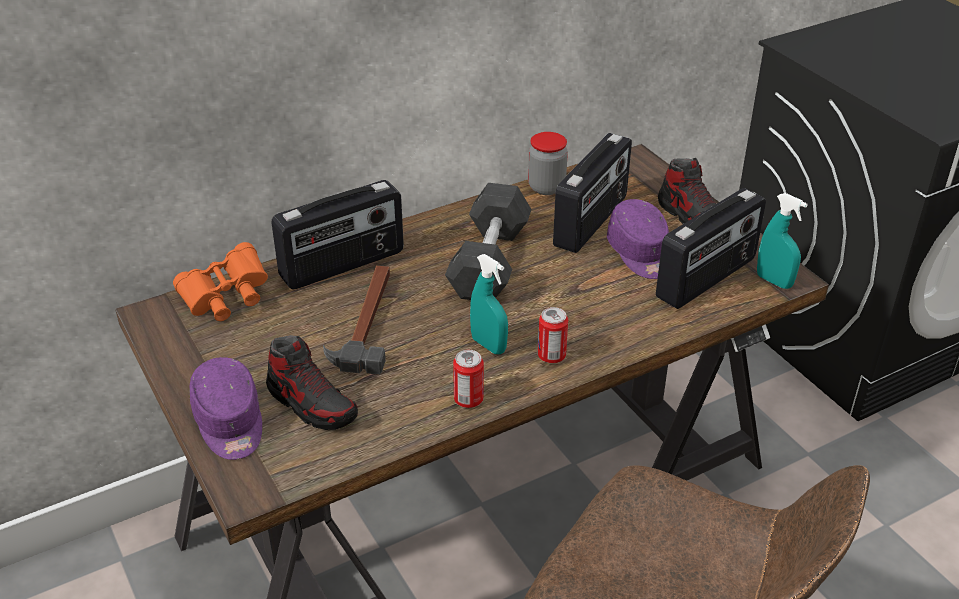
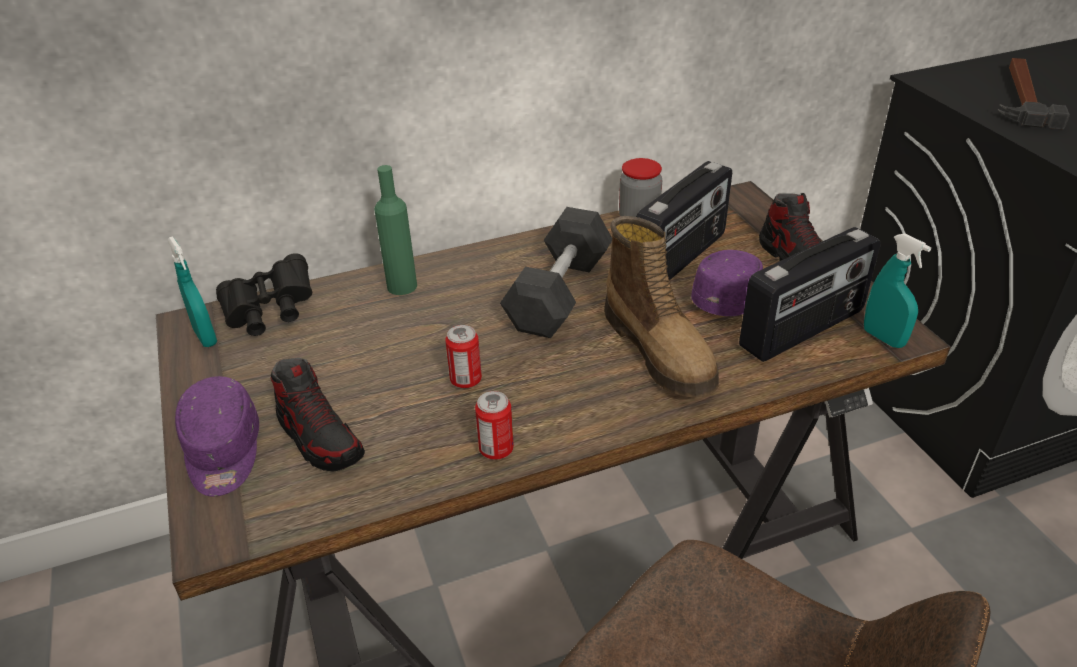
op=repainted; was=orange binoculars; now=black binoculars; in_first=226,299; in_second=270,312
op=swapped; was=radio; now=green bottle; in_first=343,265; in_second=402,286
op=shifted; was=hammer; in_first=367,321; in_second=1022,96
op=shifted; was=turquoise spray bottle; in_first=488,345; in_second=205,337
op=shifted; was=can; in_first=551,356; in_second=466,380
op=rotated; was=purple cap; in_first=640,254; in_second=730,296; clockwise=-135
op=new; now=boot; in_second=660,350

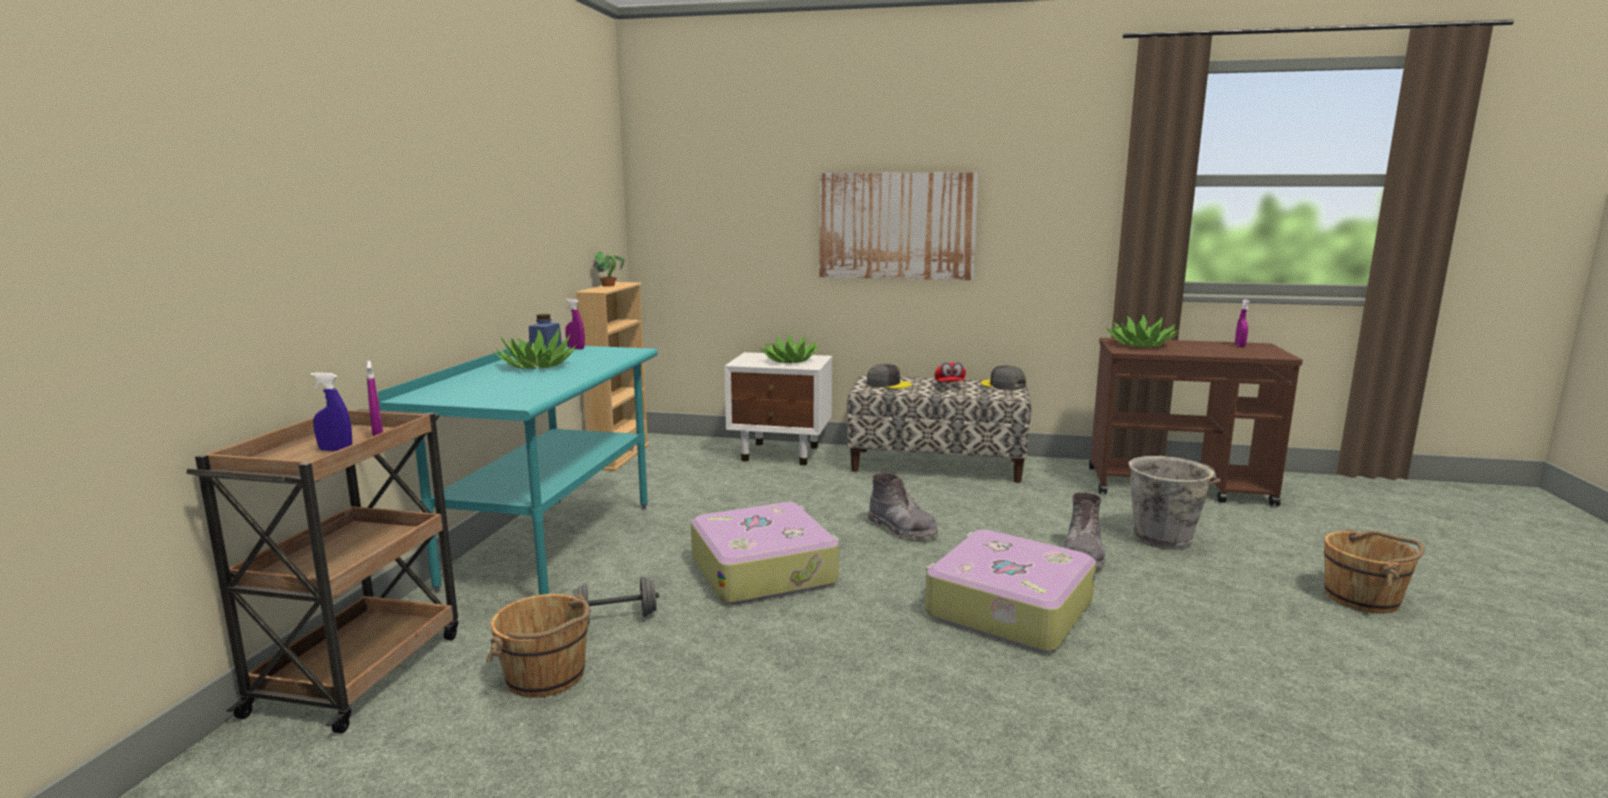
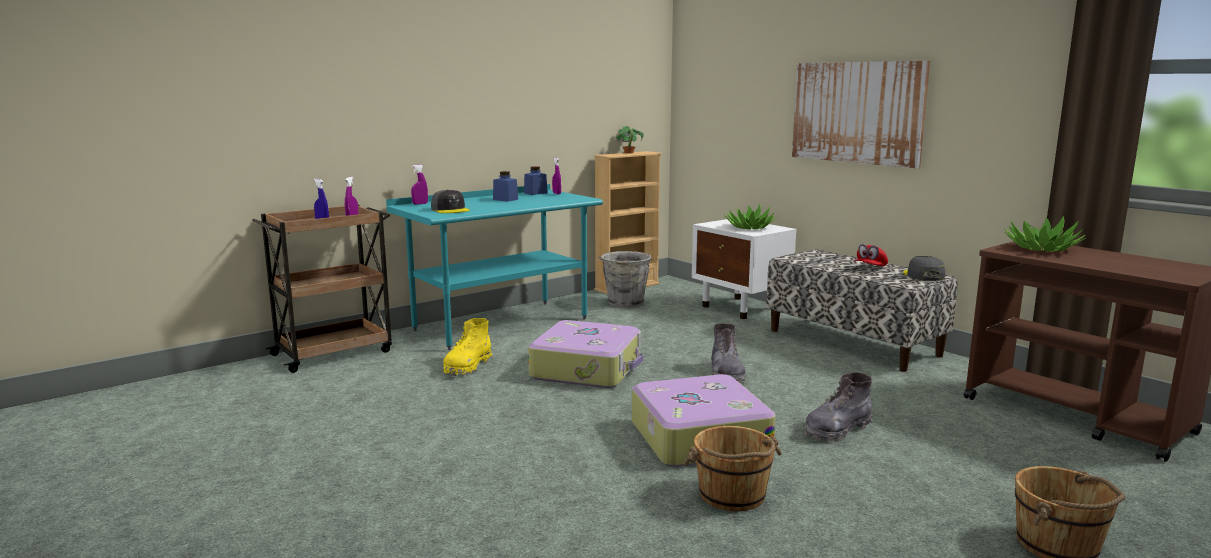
op=shifted; was=brown bucket; in_first=546,676; in_second=732,495
op=swapped; was=potted plant; now=blue jar; in_first=537,366; in_second=505,199
op=swapped; was=grey dumbbell; now=yellow boot; in_first=616,618; in_second=467,366
op=shifted; was=grey cap; in_first=888,384; in_second=450,210
op=shifted; was=grey bucket; in_first=1164,539; in_second=625,303
op=shifted; was=purple spray bottle; in_first=1240,345; in_second=420,204

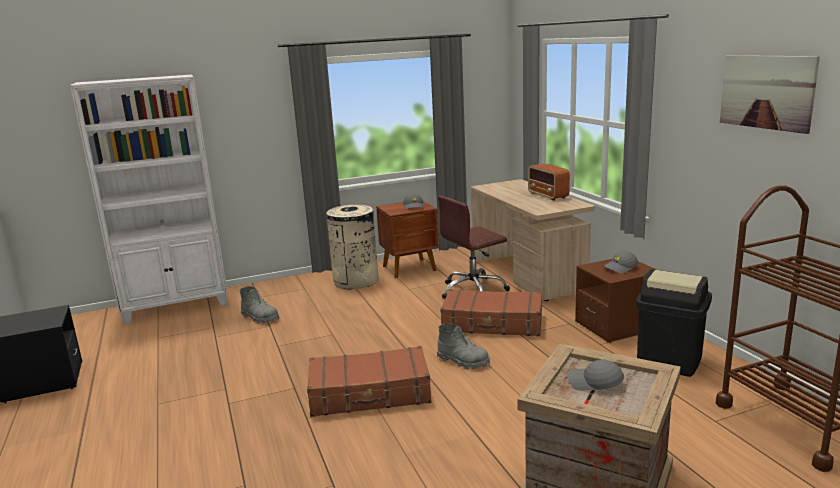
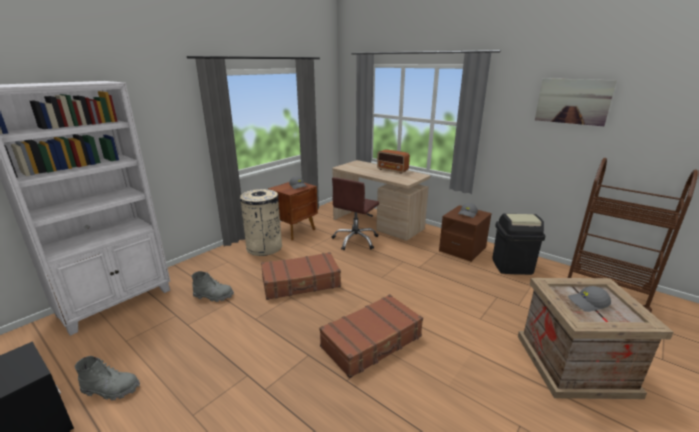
op=shifted; was=grey boot; in_first=463,361; in_second=111,389
op=shifted; was=brown suitcase; in_first=492,324; in_second=301,283

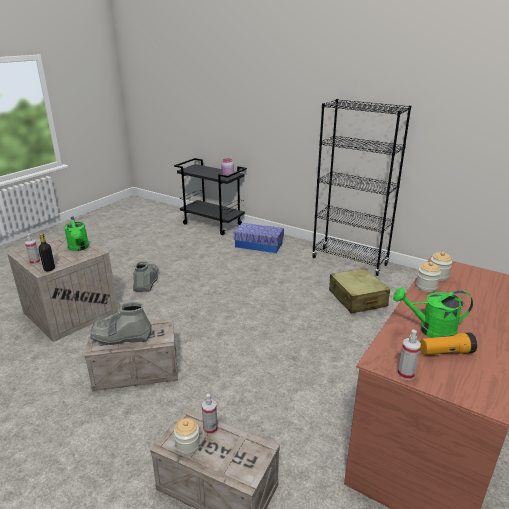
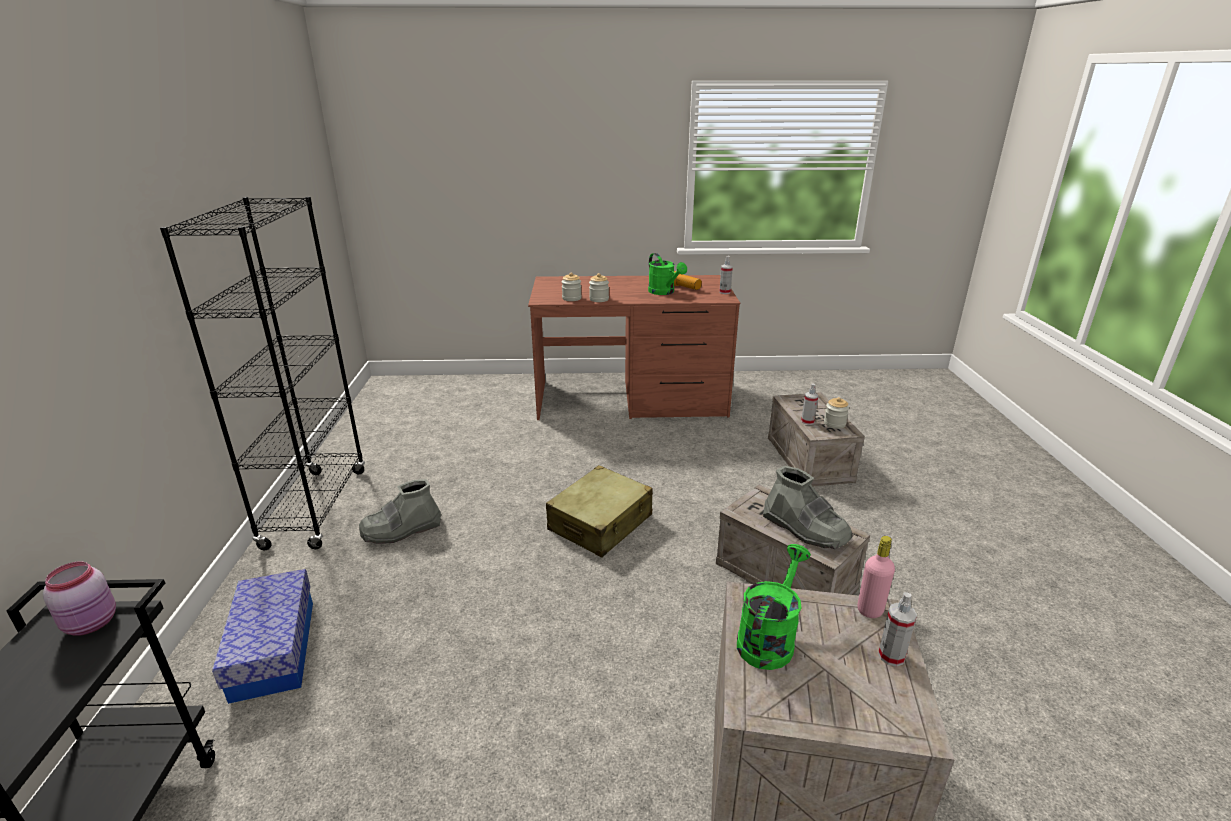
op=repainted; was=black bottle; now=pink bottle; in_first=49,269; in_second=870,610
op=shifted; was=grey boot; in_first=146,282; in_second=401,530
op=shifted; was=beige suitcase; in_first=357,299; in_second=601,523

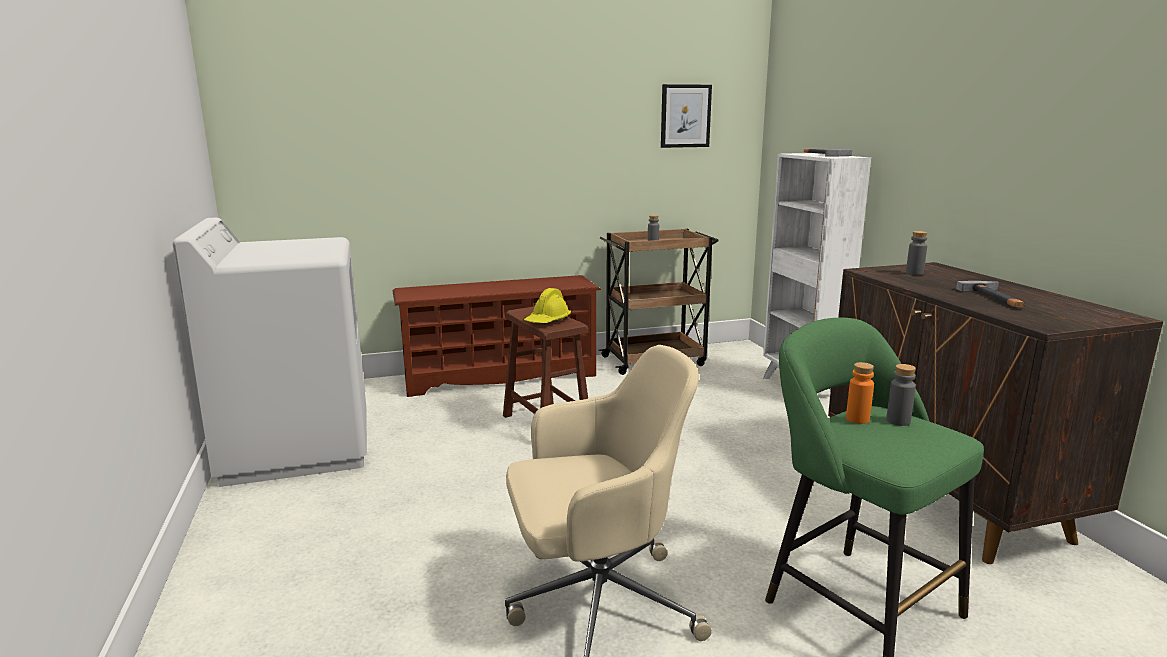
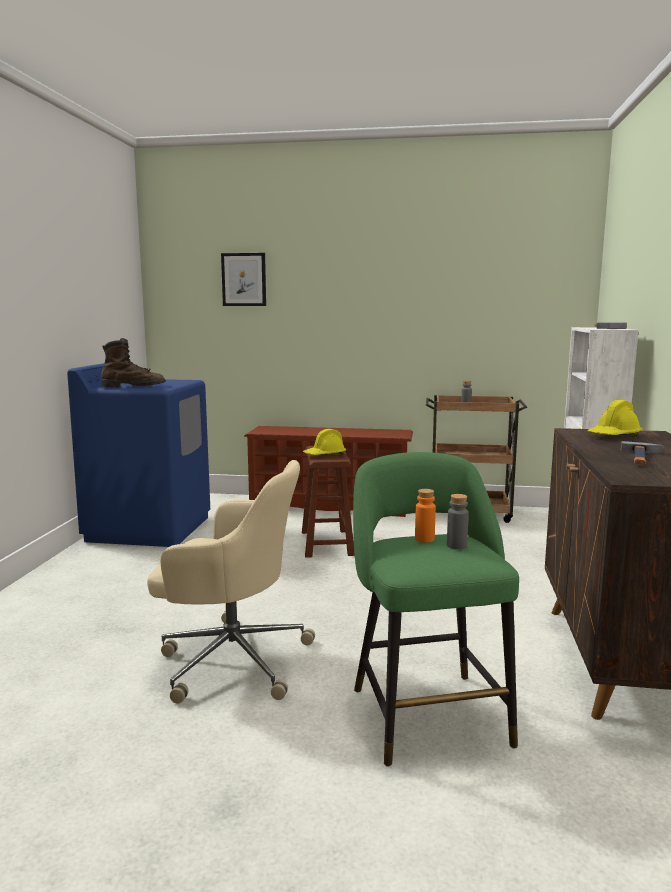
op=repainted; was=white washing machine; now=blue washing machine; in_first=297,447; in_second=149,528
op=shifted; was=picture; in_first=685,116; in_second=244,279
op=swapped; was=grey bottle; now=yellow hard hat; in_first=914,273; in_second=614,436
op=new; now=brown boot; in_second=133,387

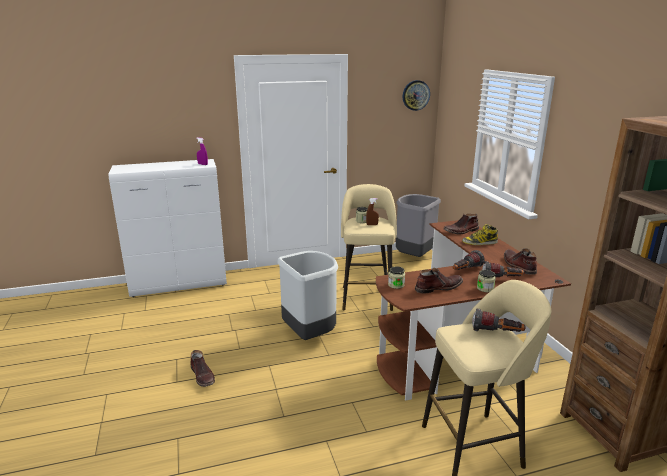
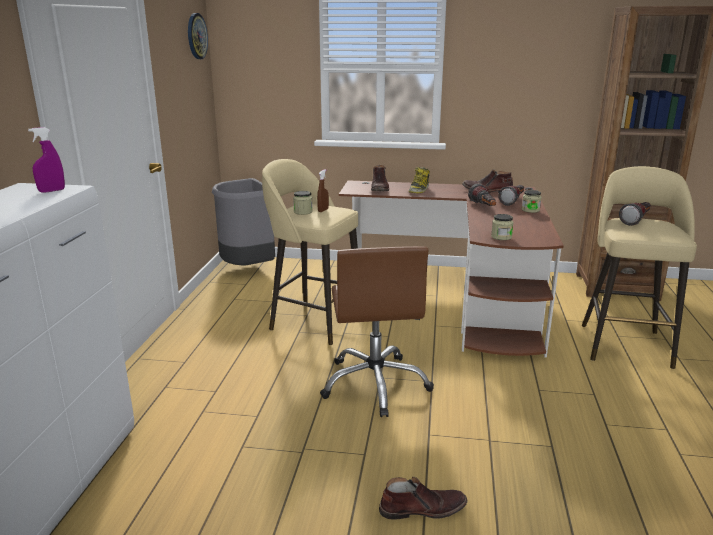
op=swapped; was=grey trash can; now=brown office chair; in_first=310,335; in_second=375,384
op=gone; was=brown boot; in_first=438,287

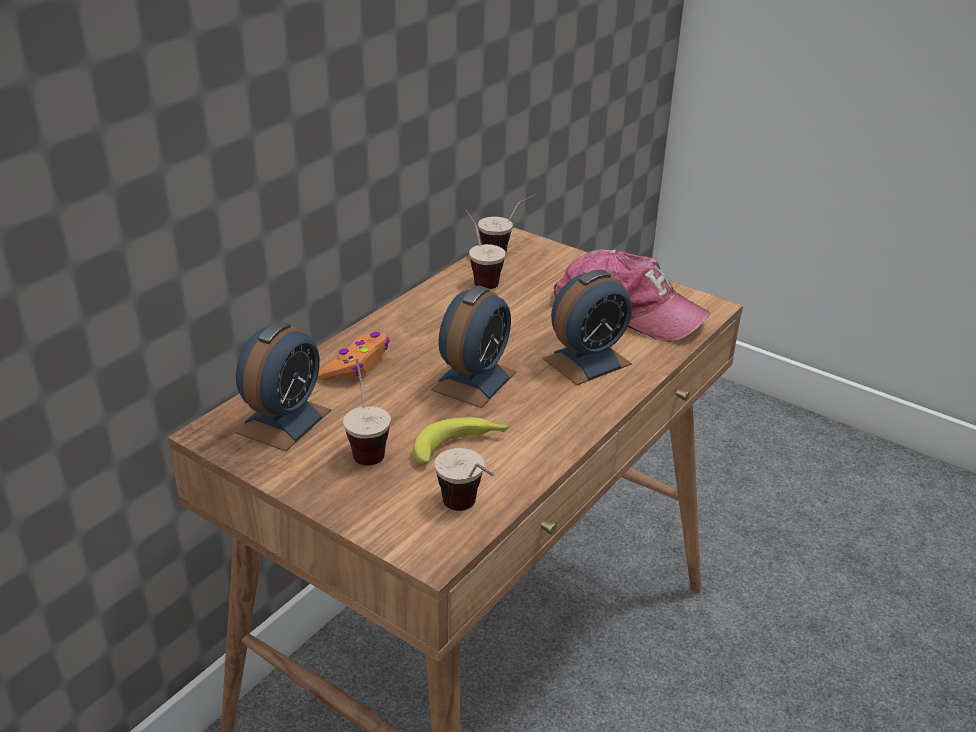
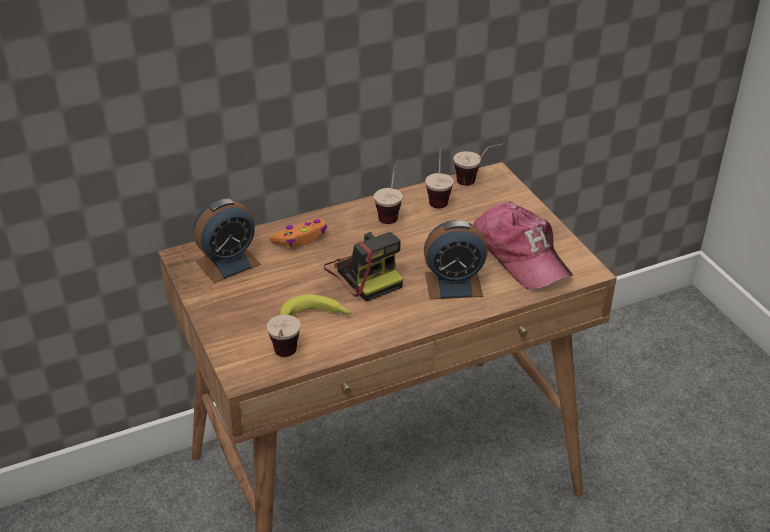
op=shifted; was=cup; in_first=366,445; in_second=391,212
op=swapped; was=alarm clock; now=photo camera; in_first=474,381; in_second=365,274

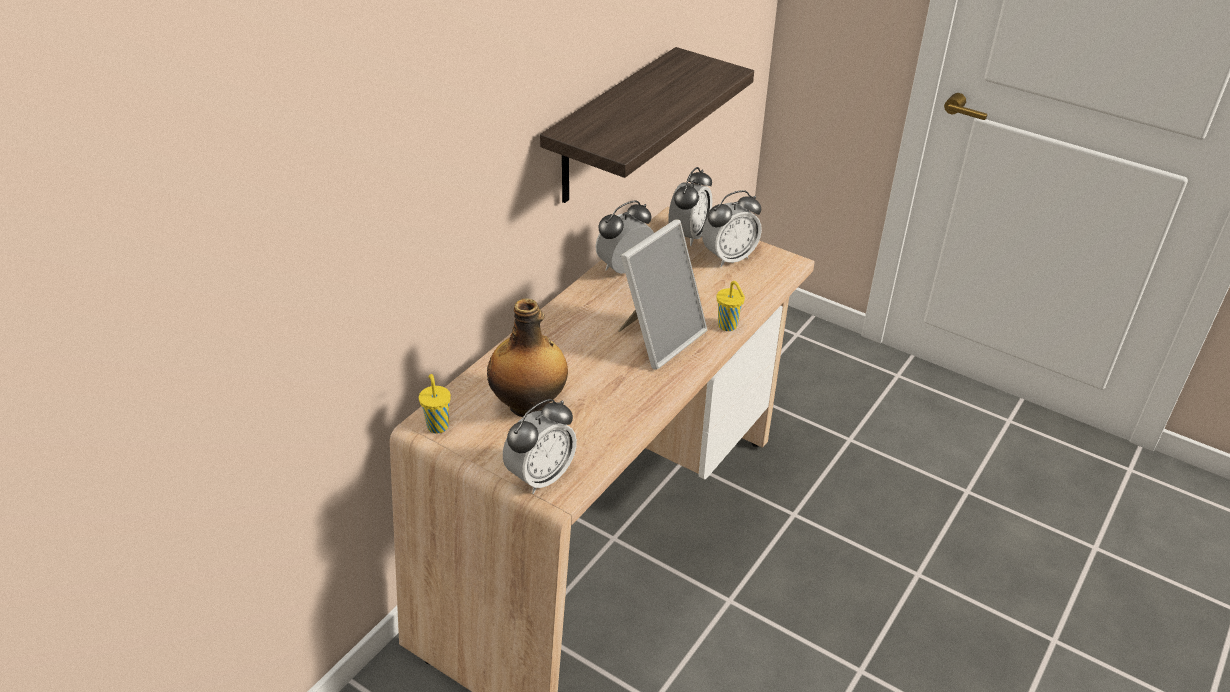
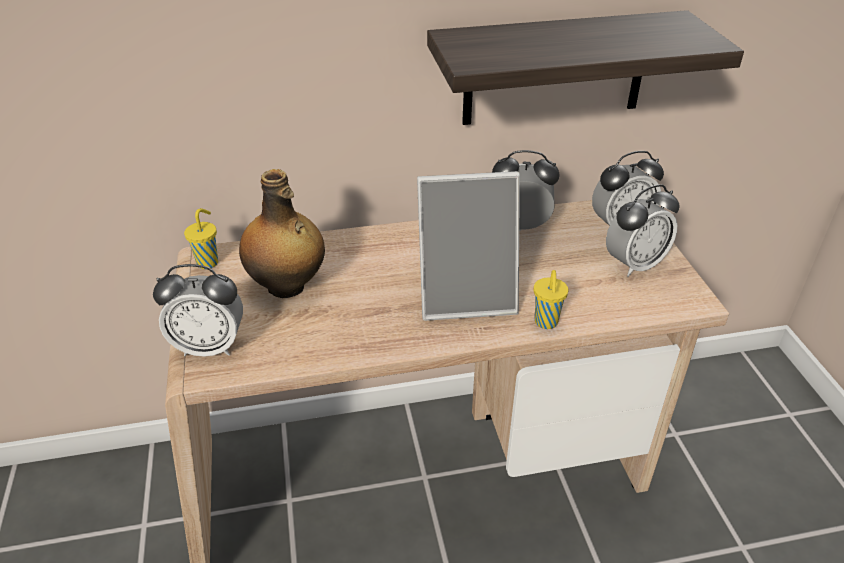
op=rotated; was=alarm clock; in_first=729,258; in_second=634,264; clockwise=-45

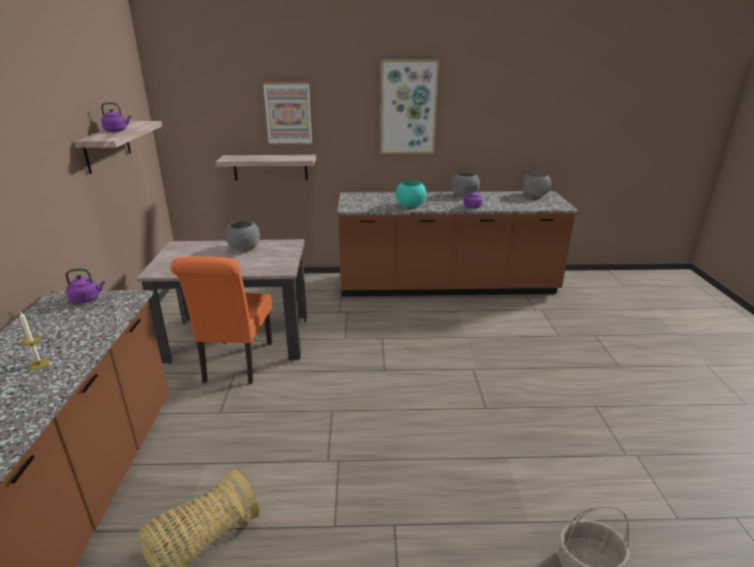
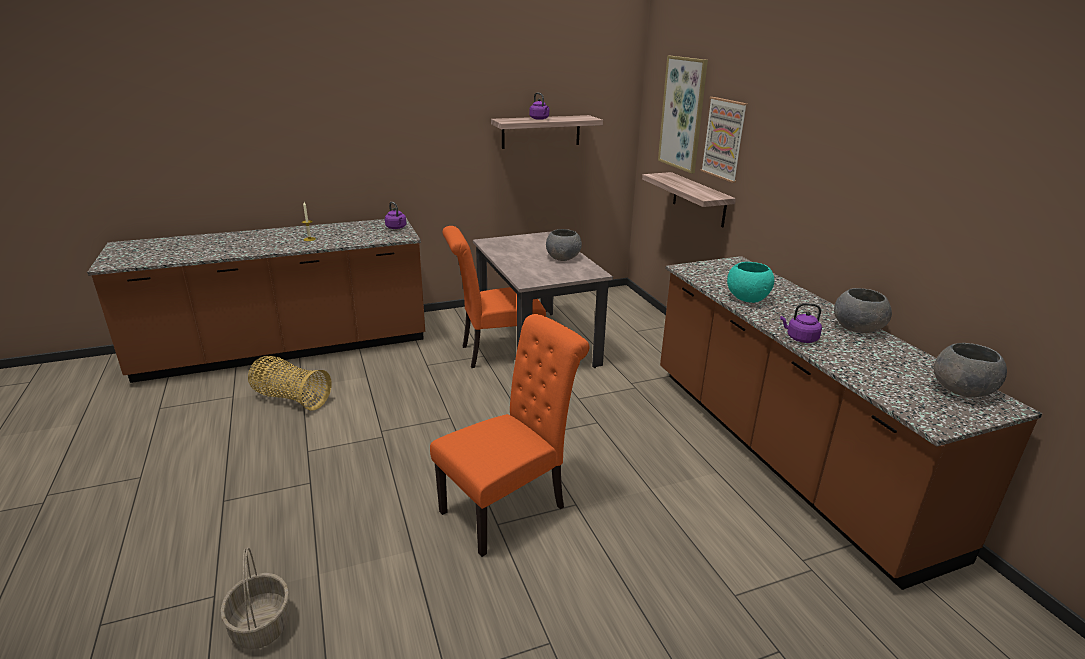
op=shifted; was=picture; in_first=408,108; in_second=683,114
op=new; now=orange chair; in_second=510,507

